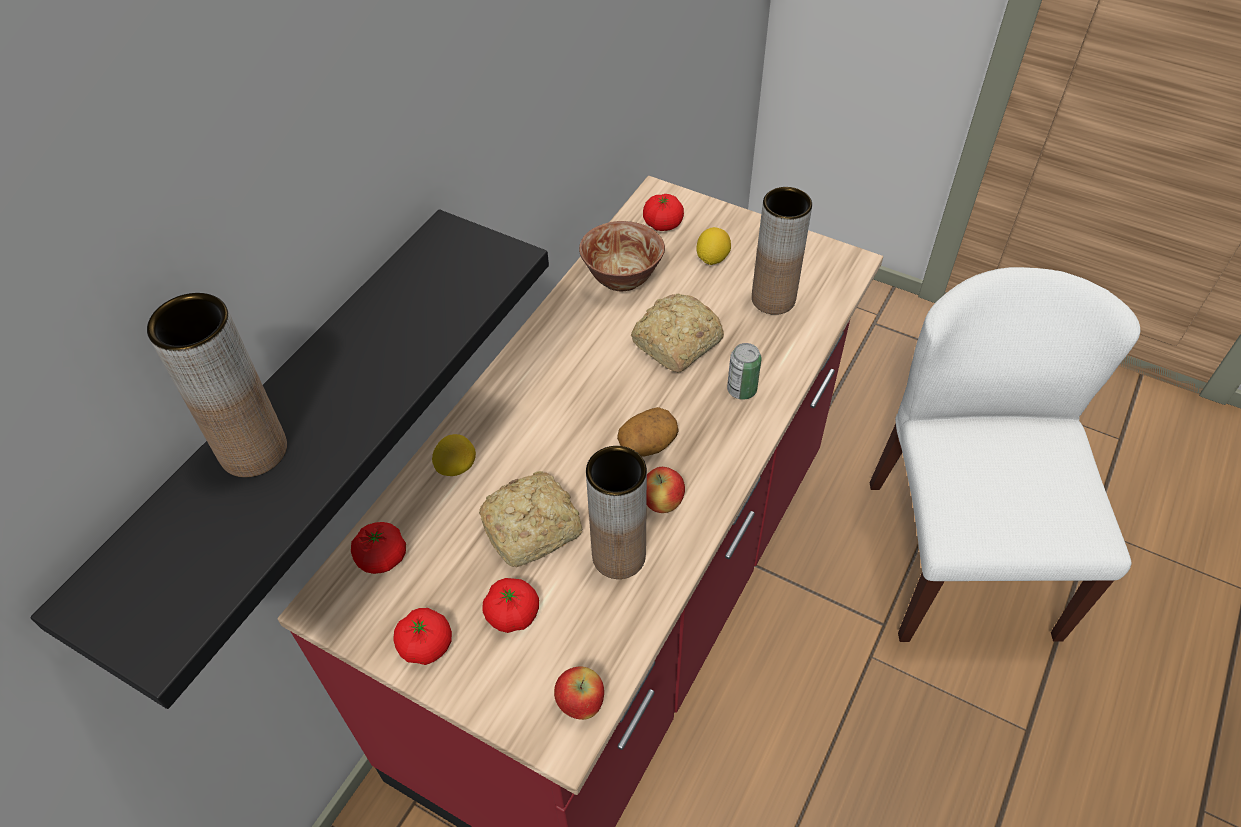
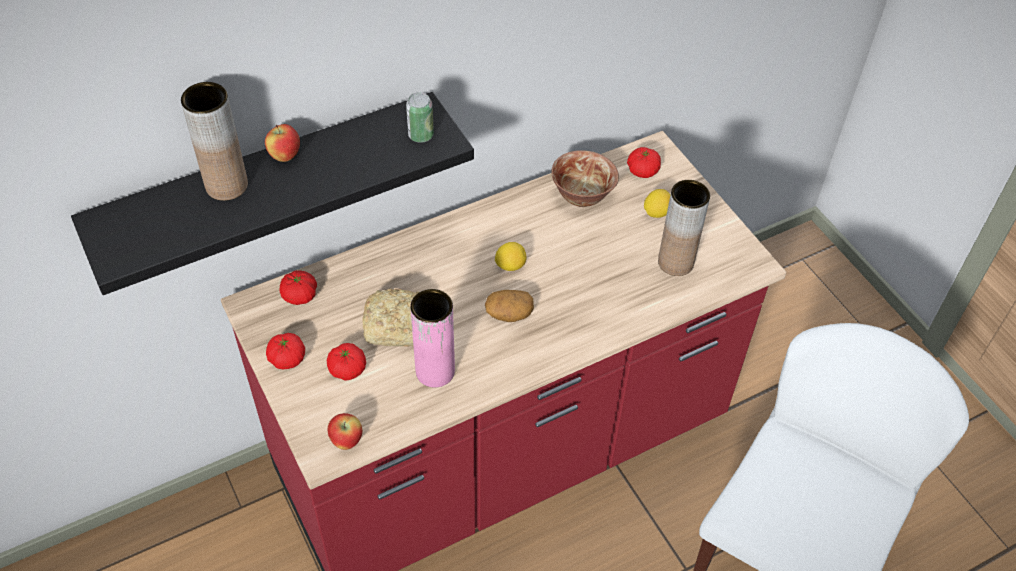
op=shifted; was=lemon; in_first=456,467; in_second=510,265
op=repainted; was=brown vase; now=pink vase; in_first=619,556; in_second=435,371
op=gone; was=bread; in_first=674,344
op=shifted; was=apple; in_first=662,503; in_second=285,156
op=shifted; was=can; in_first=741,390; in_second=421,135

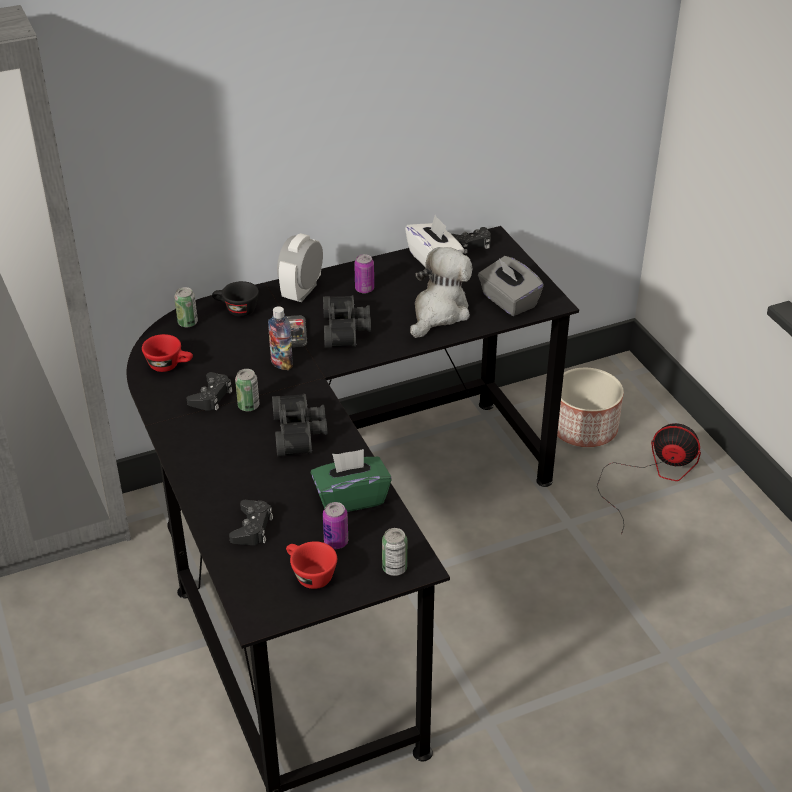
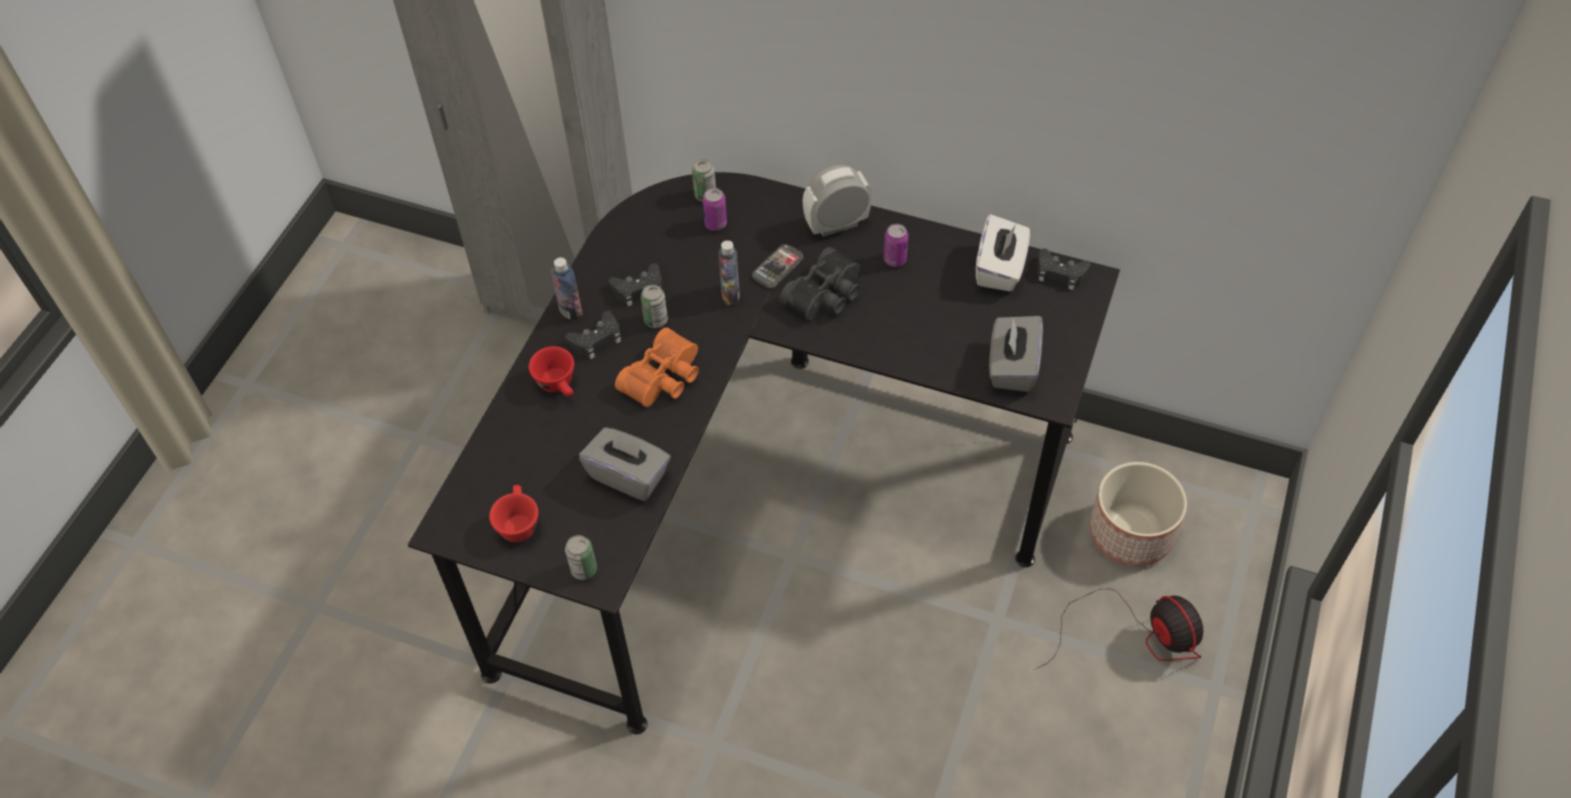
op=shifted; was=red cup; in_first=170,365; in_second=559,385
op=gone; was=black cup; in_first=236,310
op=shifted; was=black game controller; in_first=252,528; in_second=596,339
op=repainted; was=black binoculars; now=orange binoculars; in_first=300,432; in_second=665,379
op=repainted; was=green tissue box; now=grey tissue box; in_first=351,498; in_second=628,475
op=shifted; was=can; in_first=336,542; in_second=716,224
op=gone; was=plush toy; in_first=439,312
op=new; now=bottle; in_second=570,311

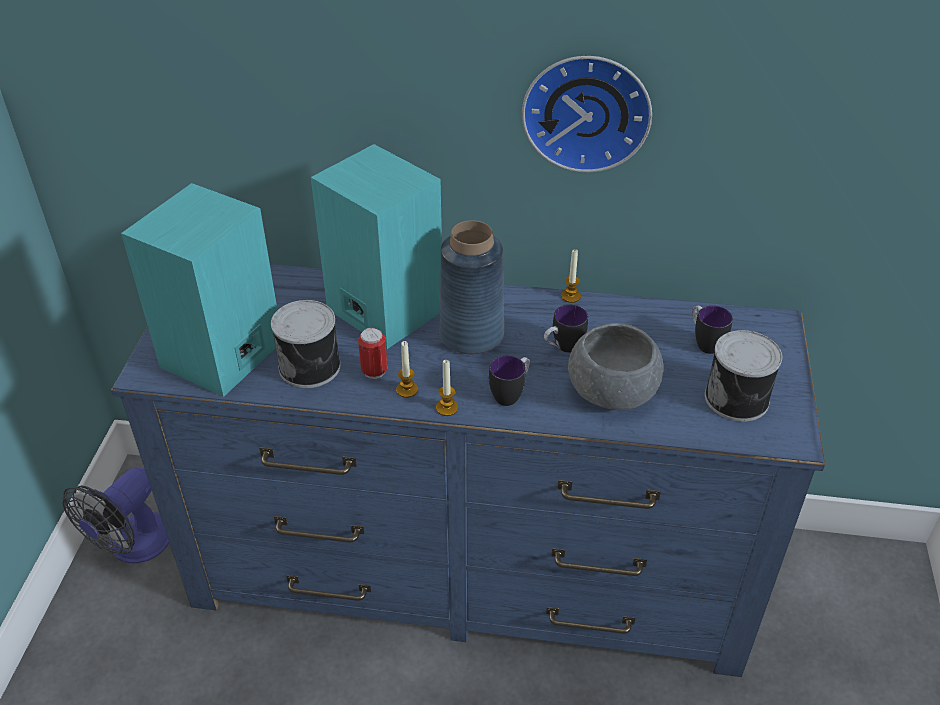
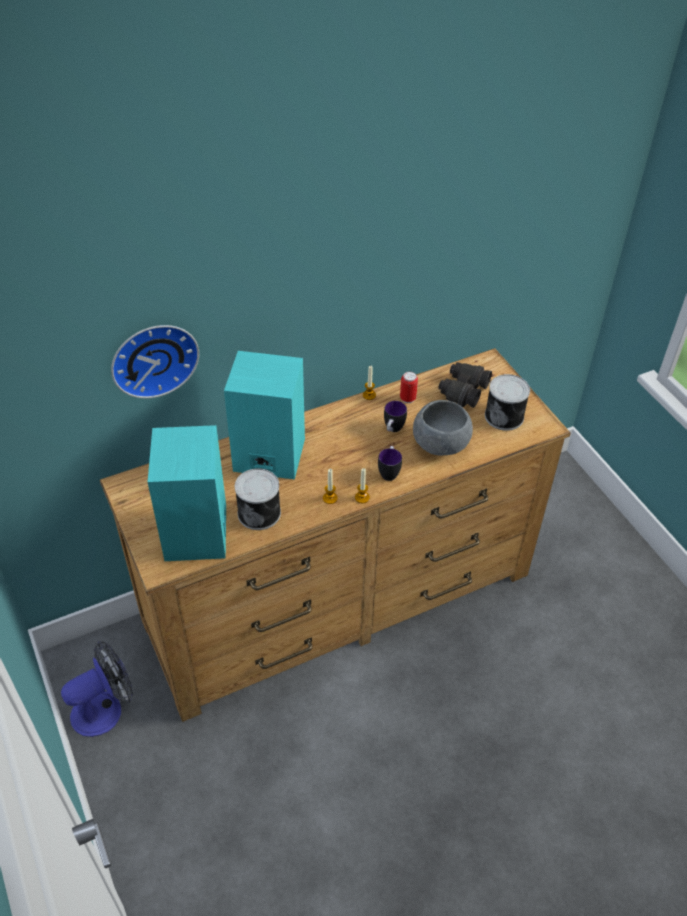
op=rotated; was=fan; in_first=133,546; in_second=105,708; clockwise=-120
op=repainted; was=blue dresser; now=brown dresser; in_first=471,569; in_second=339,598
op=shifted; was=can; in_first=374,371; in_second=407,398
op=gone; was=blue vase; in_first=471,335
op=shifted; was=wall clock; in_first=586,110; in_second=153,357
op=swapped; was=mug; now=black binoculars; in_first=704,342; in_second=463,391

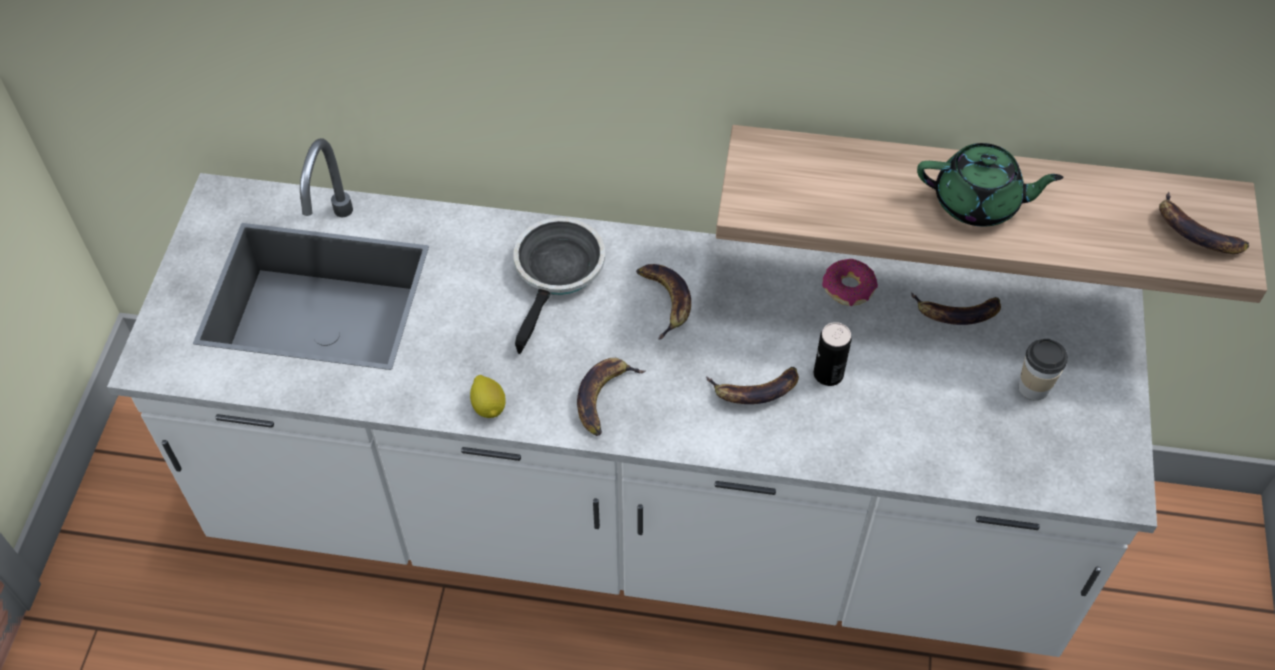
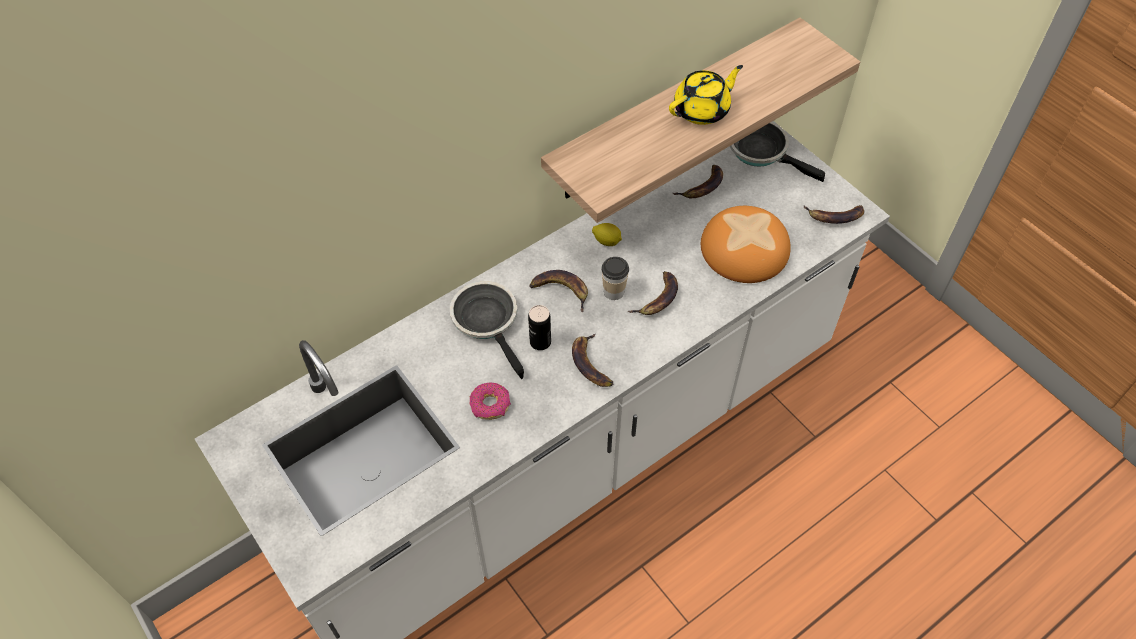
op=shifted; was=lemon; in_first=489,406; in_second=607,241
op=shifted; was=can; in_first=828,374; in_second=540,342
op=shifted; was=donut; in_first=848,288; in_second=490,405
op=repainted; was=green teapot; now=yellow teapot; in_first=978,203; in_second=702,110
op=shifted; was=cup; in_first=1033,387; in_second=614,291
op=shifted; was=banana; in_first=1195,232; in_second=834,217
op=new; now=bread; in_second=744,248
op=new; now=frying pan; in_second=762,151

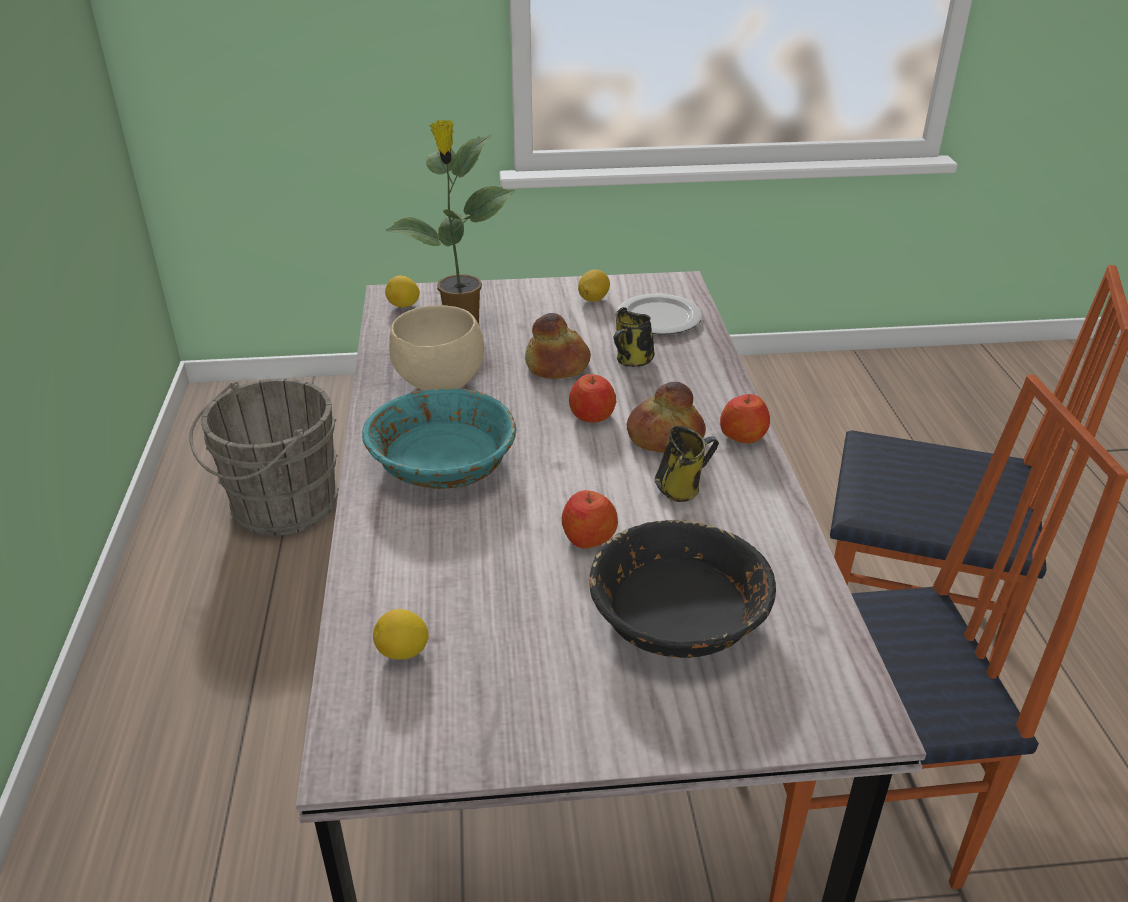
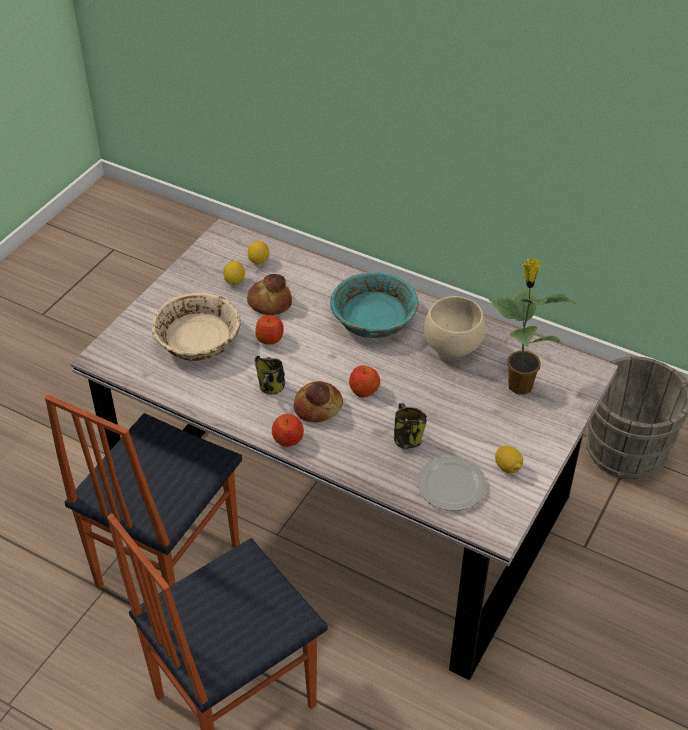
op=shifted; was=lemon; in_first=404,306; in_second=234,281
op=shifted; was=bread; in_first=558,365; in_second=269,303
op=repainted; was=black bowl; now=beige bowl; in_first=678,613; in_second=198,340

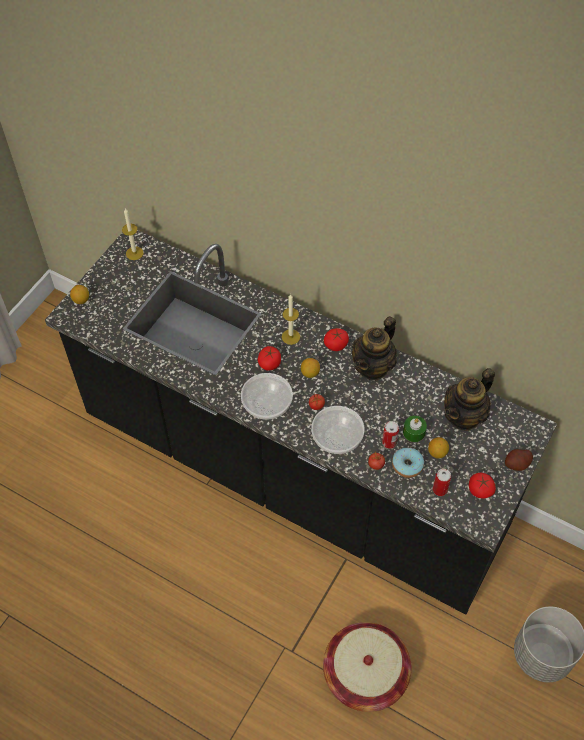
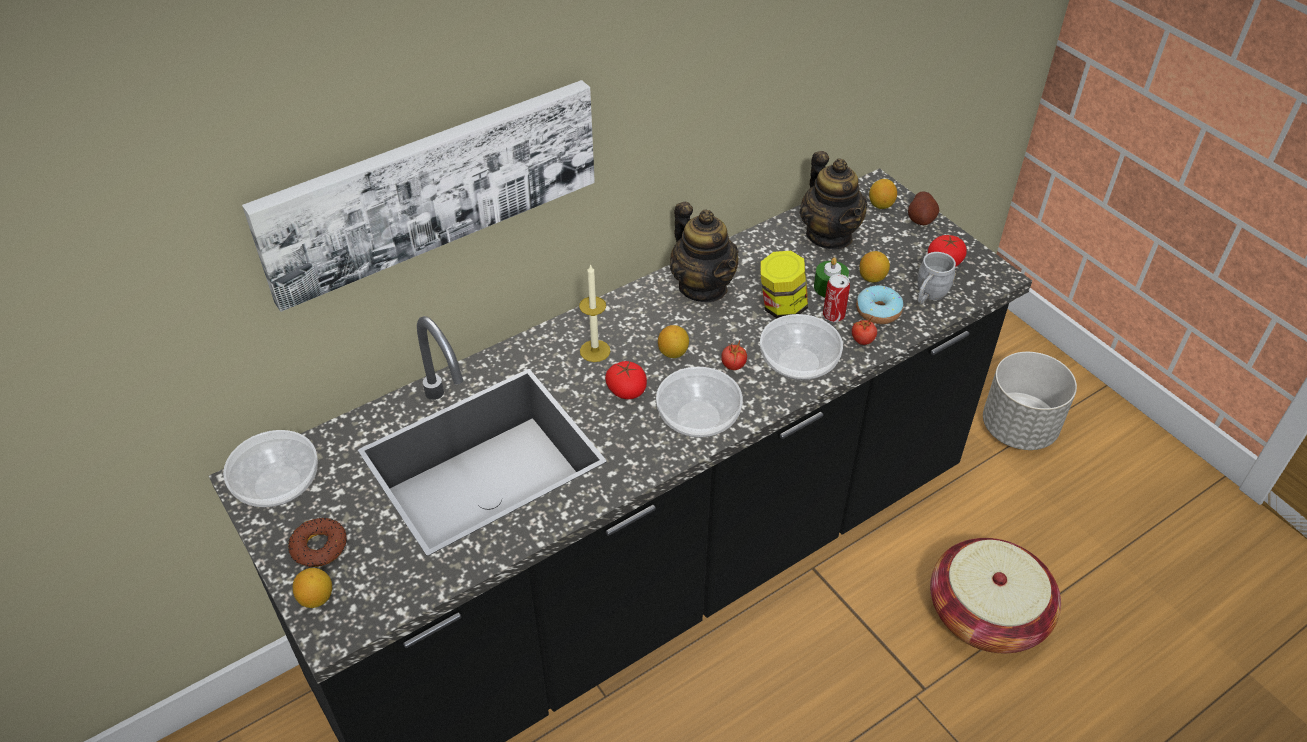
op=swapped; was=candle; now=bowl; in_first=134,253; in_second=278,485
op=gone; was=tomato; in_first=336,344
op=swapped; was=can; now=grey mug; in_first=439,489; in_second=928,295
op=new; now=picture; in_second=431,188
op=new; now=donut; in_second=319,547
op=new; now=jar; in_second=781,307
op=new; now=lemon; in_second=880,205

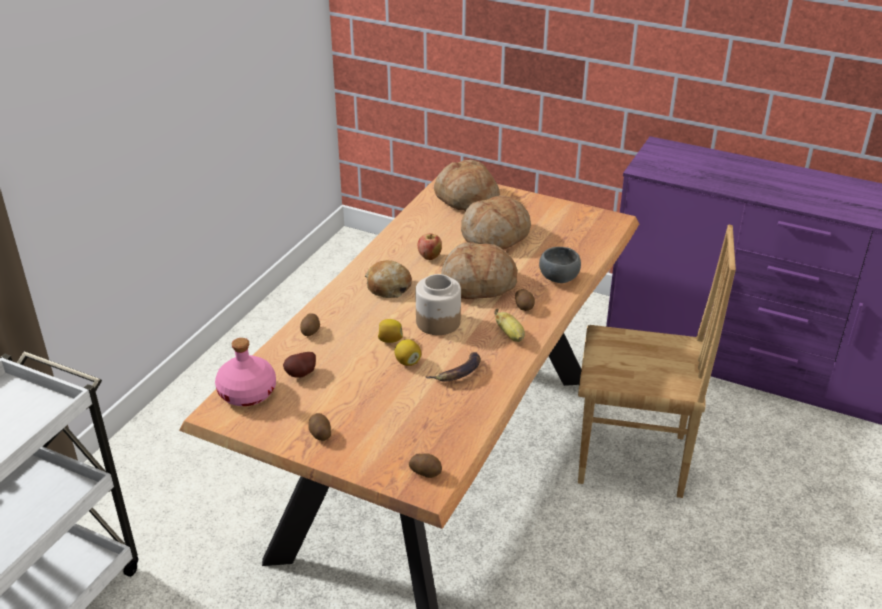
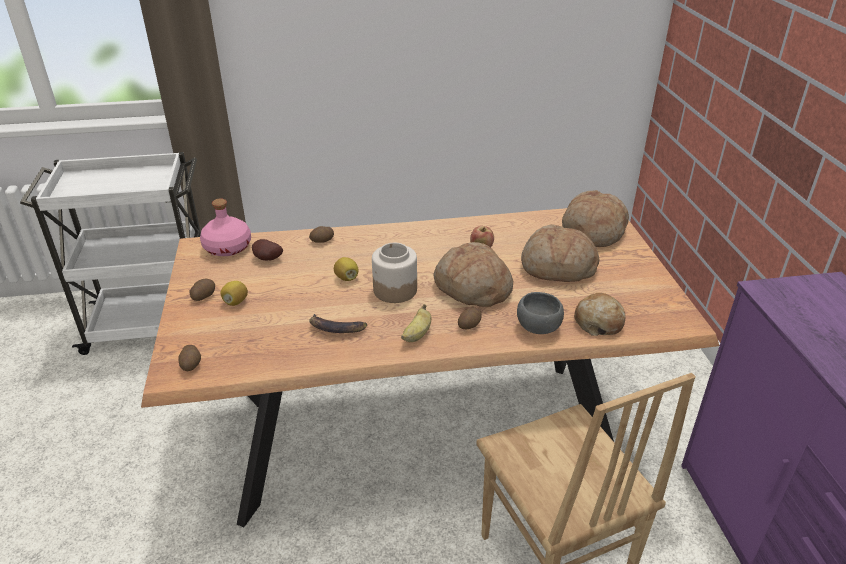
op=shifted; was=bread; in_first=388,286; in_second=598,322
op=shifted; was=lemon; in_first=407,362; in_second=235,302

